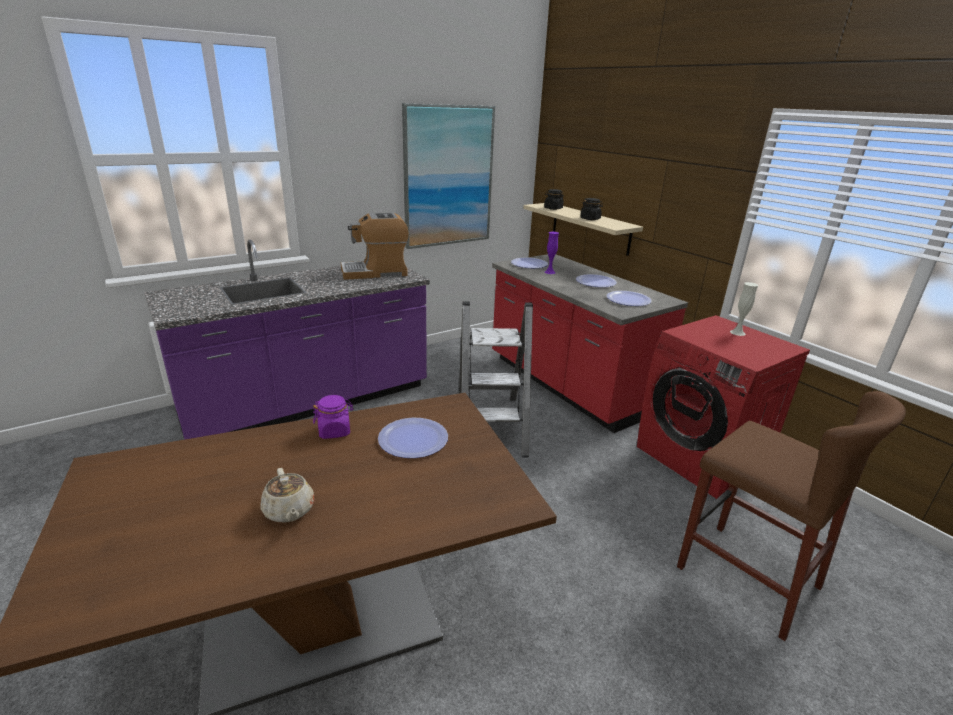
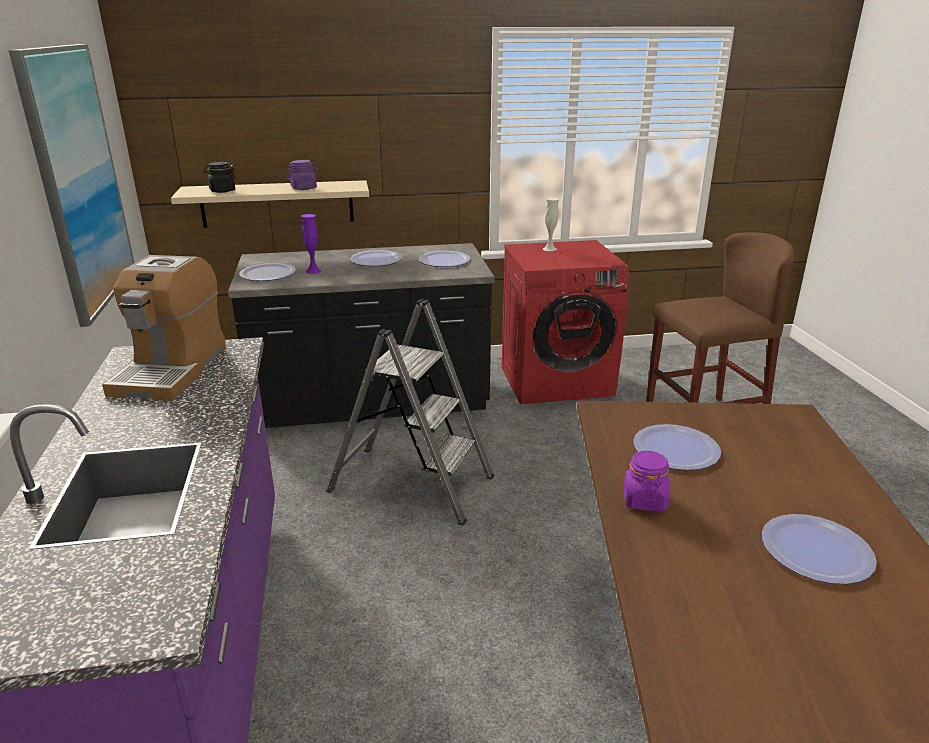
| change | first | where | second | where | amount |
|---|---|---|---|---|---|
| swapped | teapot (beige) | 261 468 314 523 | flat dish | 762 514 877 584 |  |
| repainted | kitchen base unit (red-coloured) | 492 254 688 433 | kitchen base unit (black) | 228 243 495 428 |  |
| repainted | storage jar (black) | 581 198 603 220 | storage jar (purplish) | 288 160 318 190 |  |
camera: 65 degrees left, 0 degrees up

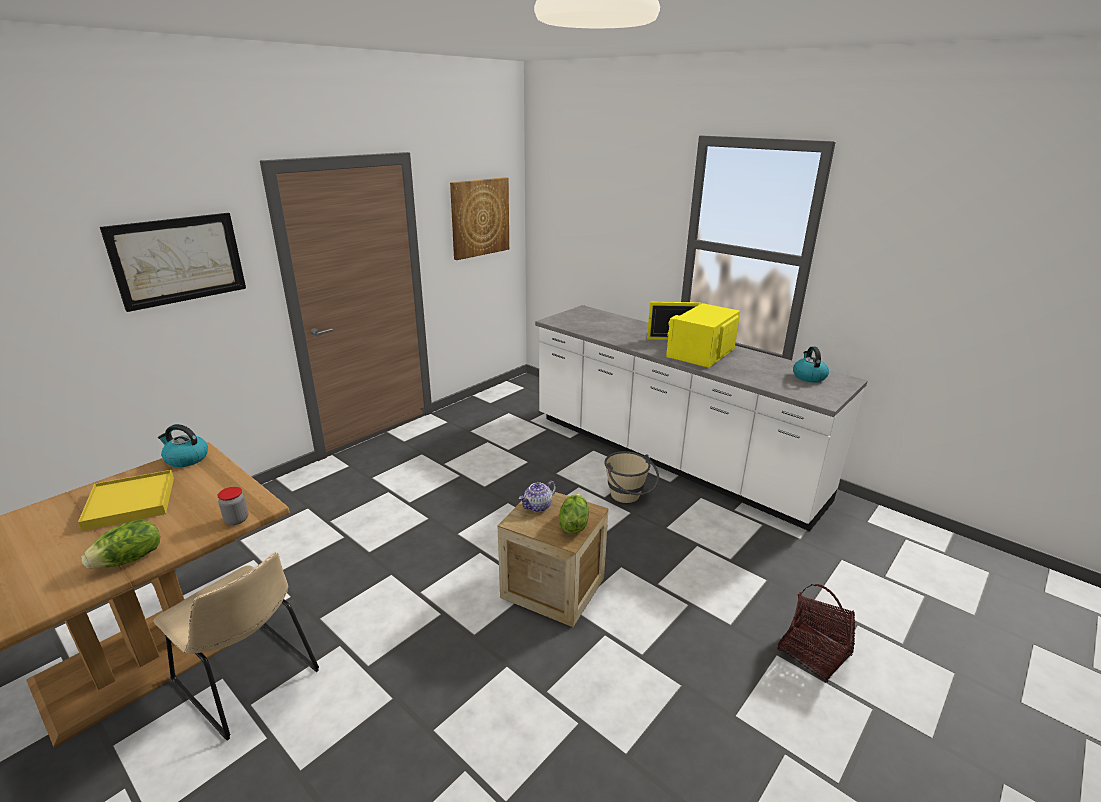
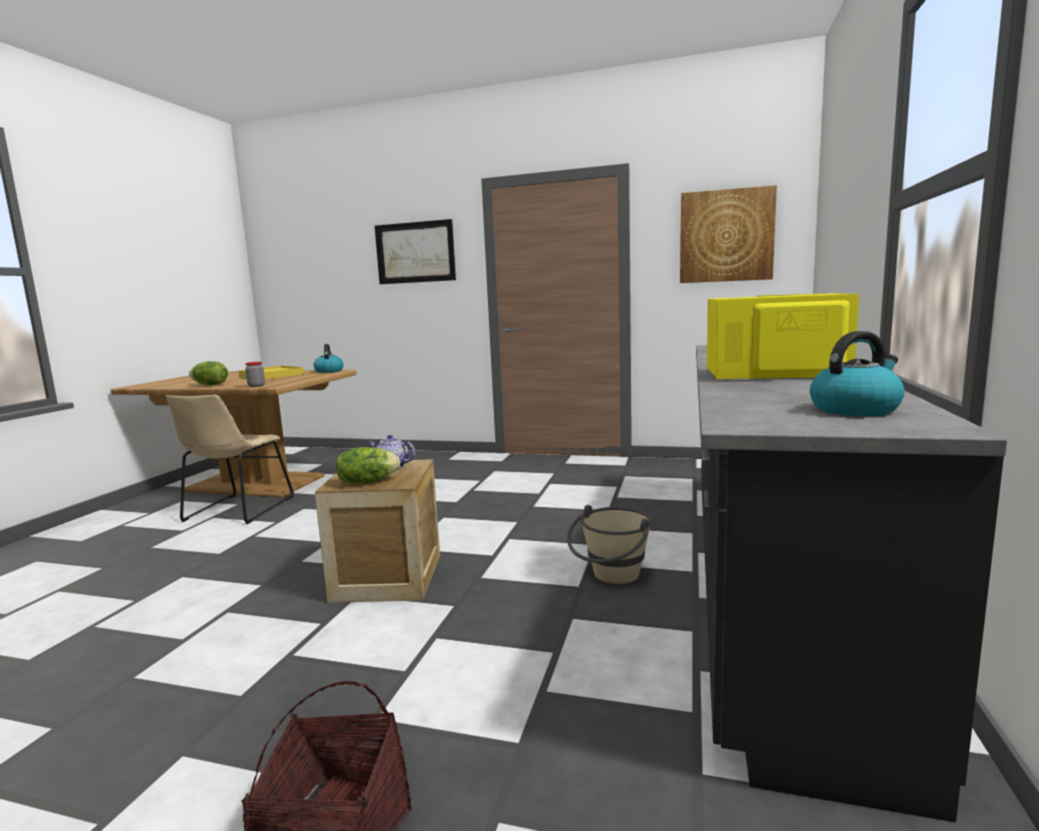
| change | first | where | second | where | amount |
|---|---|---|---|---|---|
| repainted | kitchen base unit (white) | 535 305 868 531 | kitchen base unit (black) | 696 345 1007 822 |  |
camera: 65 degrees right, 15 degrees down

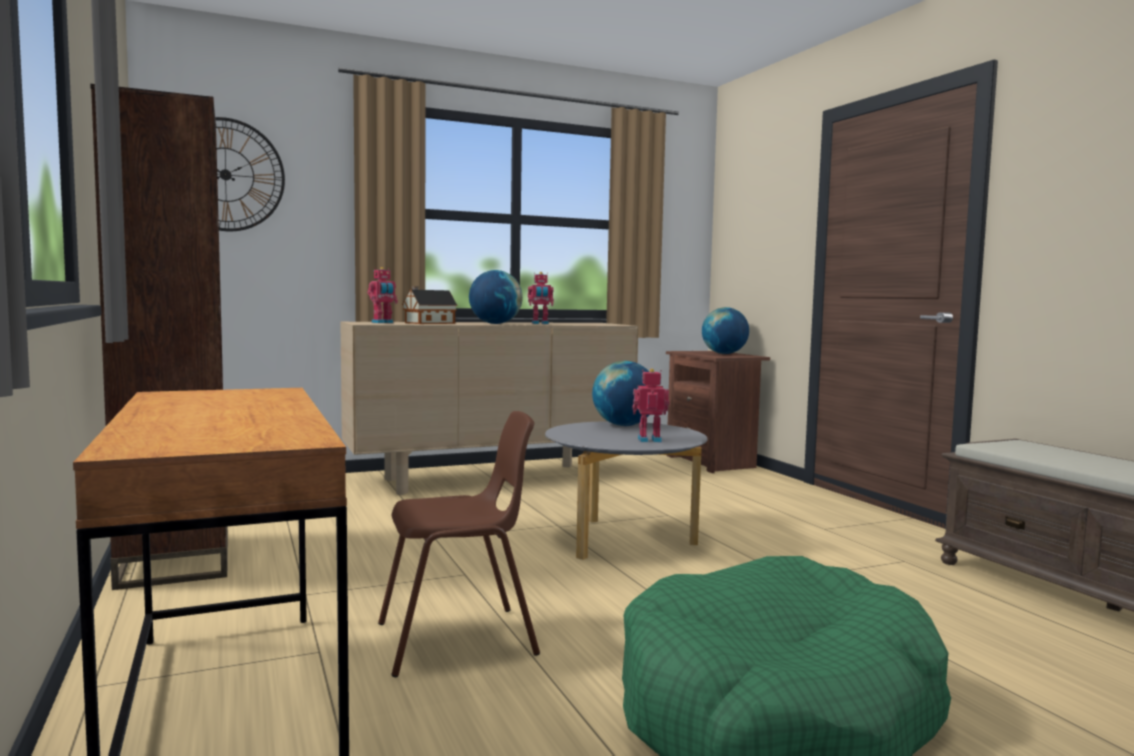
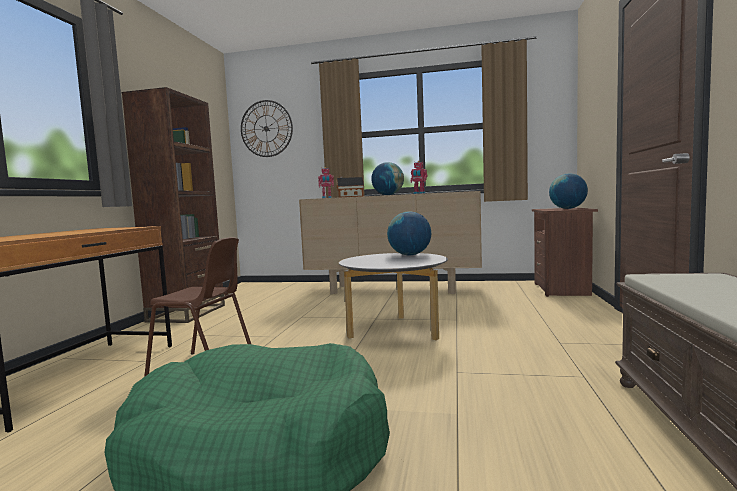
| change | first | where | second | where | amount |
|---|---|---|---|---|---|
| gone | model robot | 633 369 669 442 |  |  |  |
camera: 35 degrees right, 0 degrees up

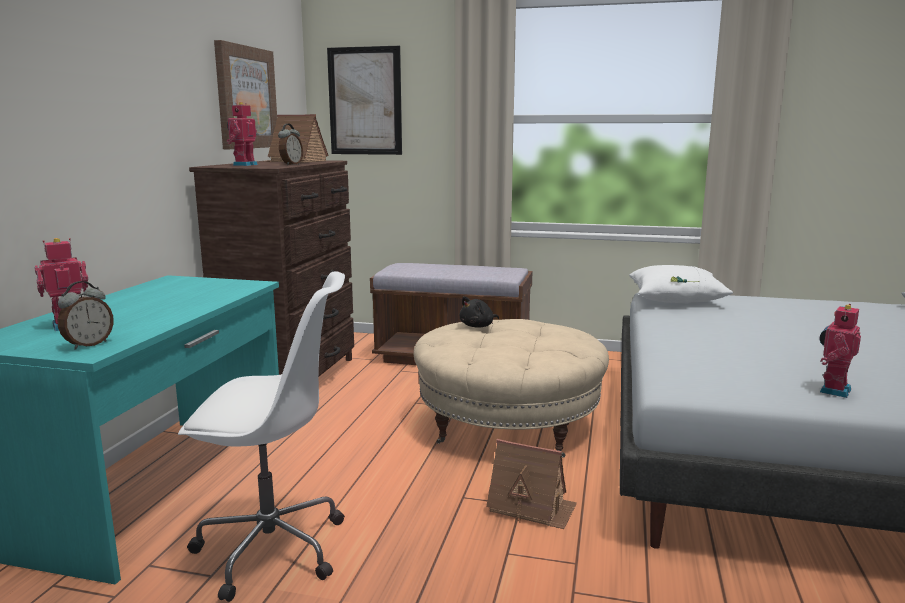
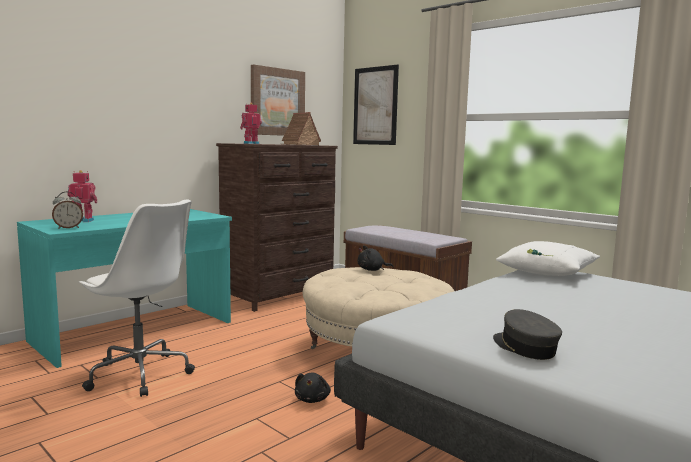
| change | first | where | second | where | amount |
|---|---|---|---|---|---|
| gone | alarm clock | 278 123 303 165 |  |  |  |
| swapped | toy house | 486 439 577 529 | soft toy (black) | 295 373 331 403 |  |
| swapped | model robot | 819 304 861 398 | baseball cap (greyish) | 493 309 562 360 |  |
camera: 30 degrees right, 5 degrees down

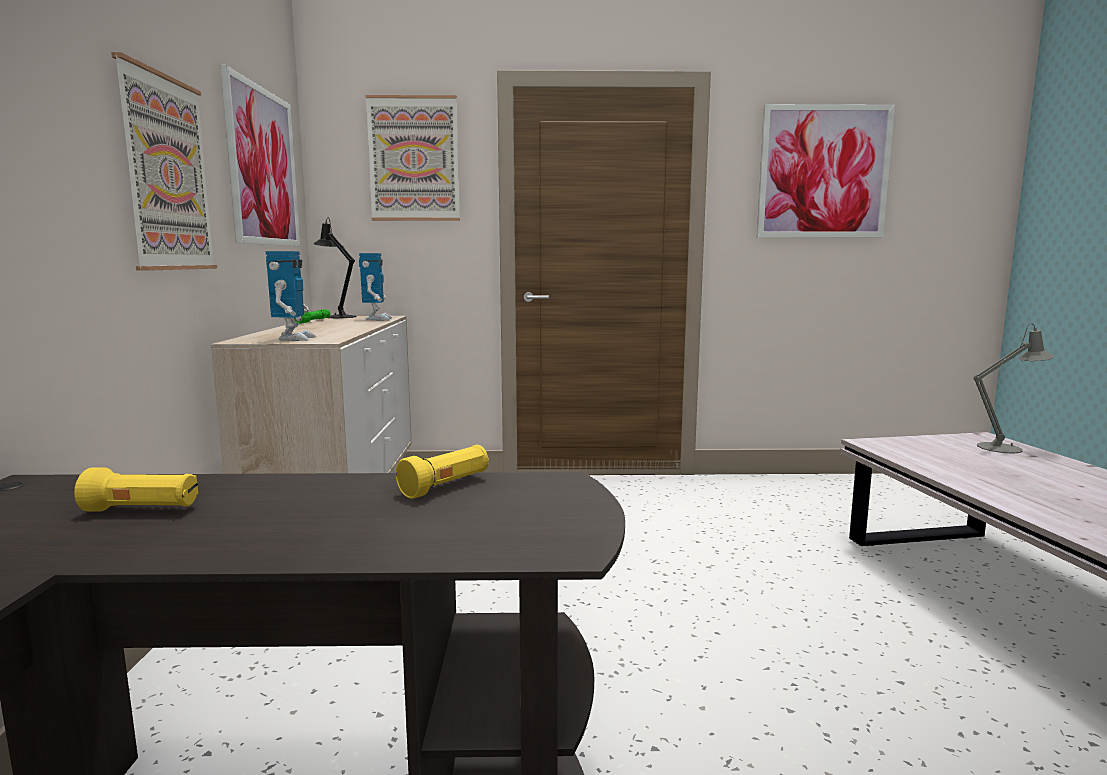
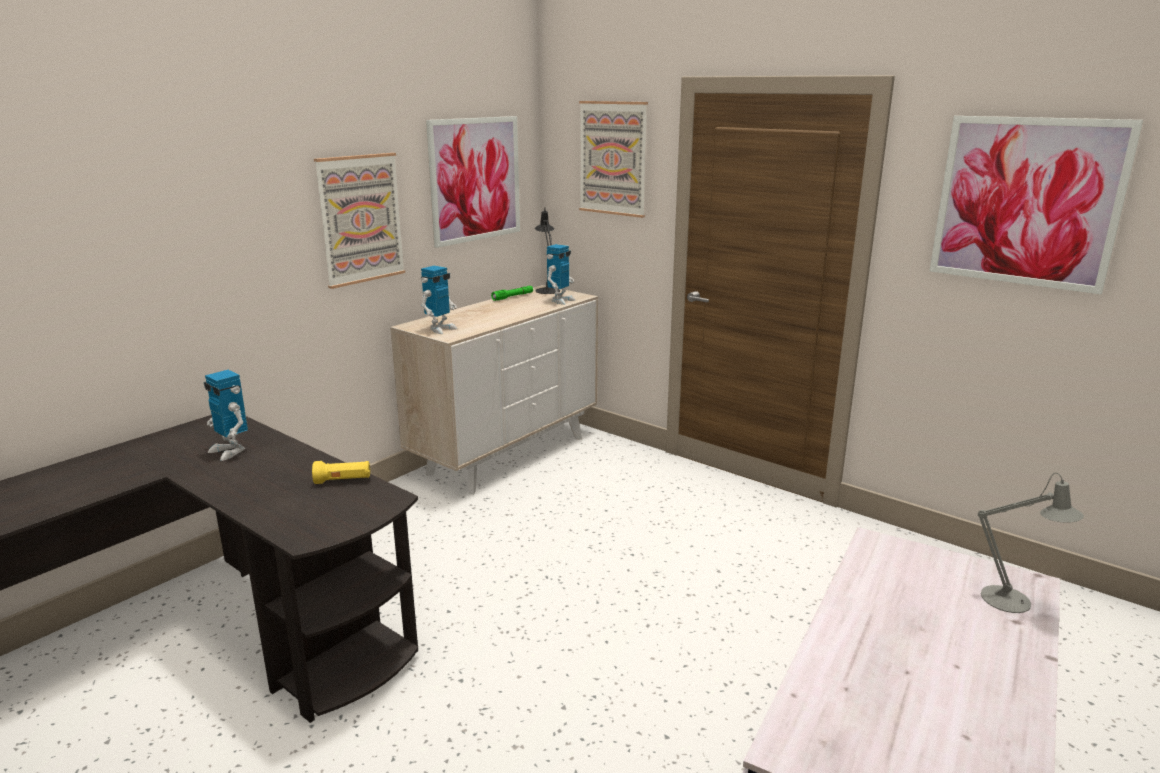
| change | first | where | second | where | amount |
|---|---|---|---|---|---|
| swapped | hand torch (yellow) | 74 468 198 512 | model robot | 204 370 248 461 |  |
camera: 40 degrees right, 10 degrees up

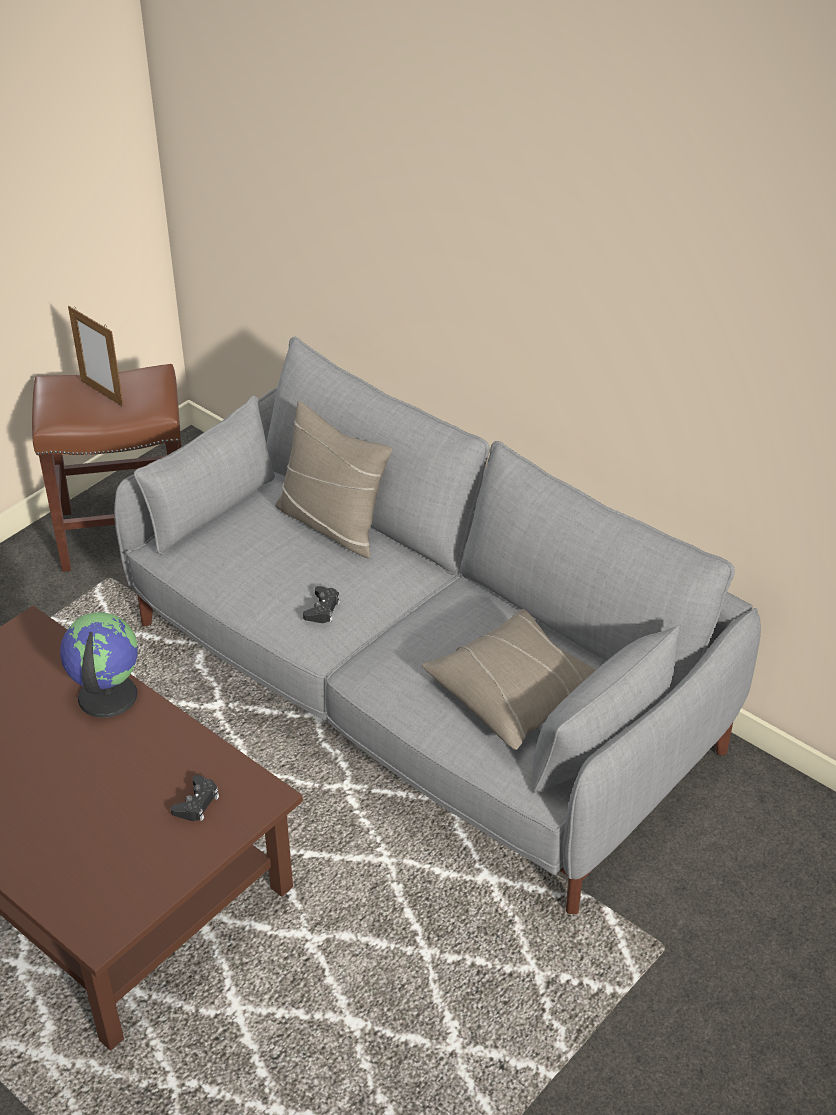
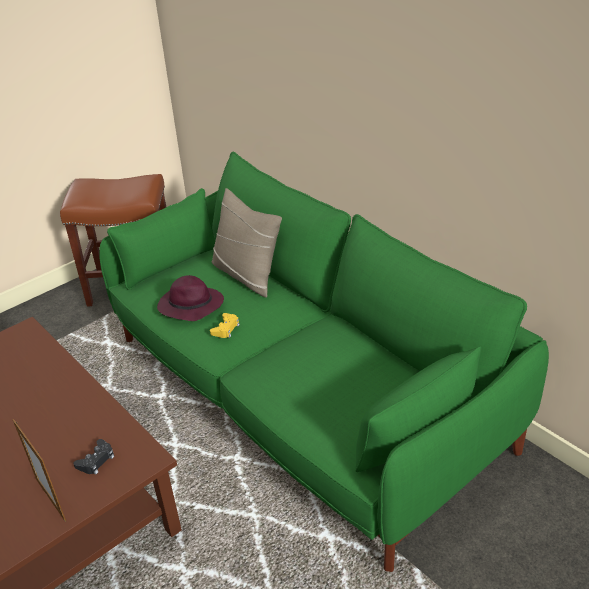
| change | first | where | second | where | amount |
|---|---|---|---|---|---|
| gone | desk globe | 60 612 138 718 |  |  |  |
| shifted | photo frame | 68 306 124 407 |  | 12 419 66 522 |  |
| repainted | settee (greyish) | 114 337 761 914 | settee (greenish) | 99 152 549 572 |  |
| repainted | gamepad (black) | 303 586 341 623 | gamepad (yellow) | 210 313 240 338 |  |
| gone | pillow (beige) | 422 609 596 750 |  |  |  |
| new |  |  | clothing hat (purplish) | 157 275 224 321 |  |
camera: 10 degrees right, 5 degrees down

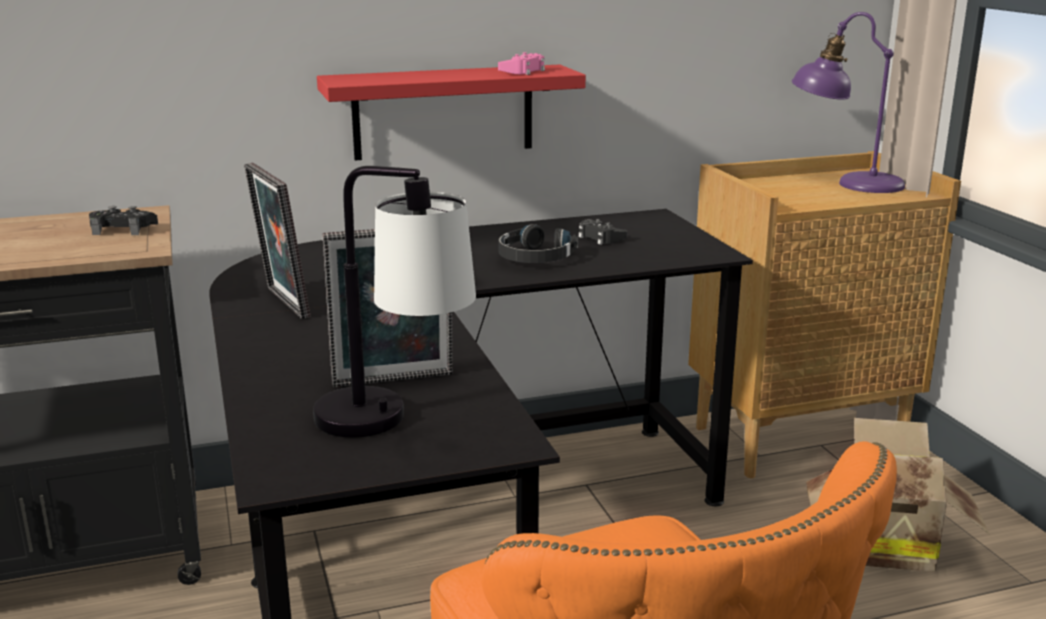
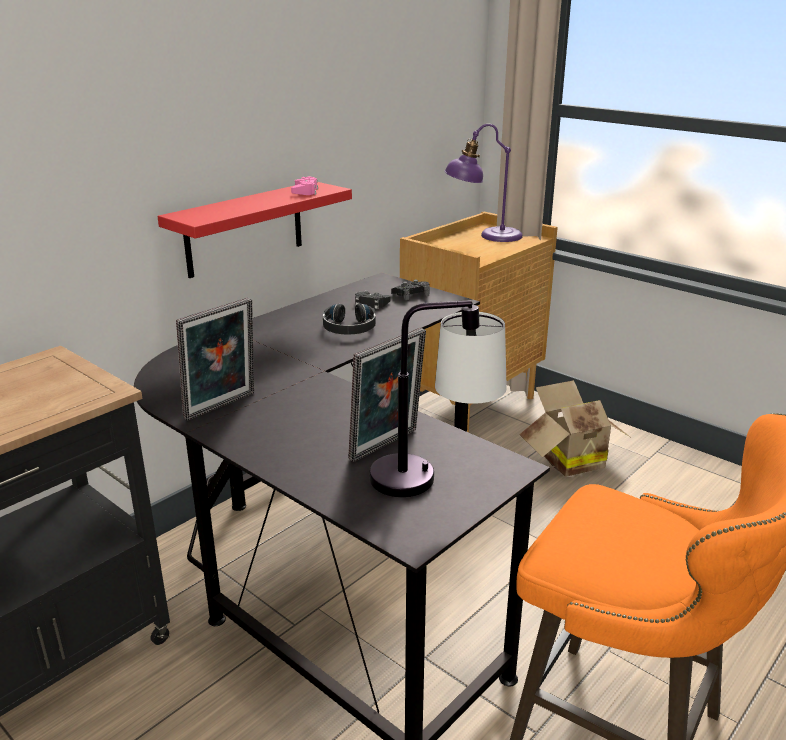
| change | first | where | second | where | amount |
|---|---|---|---|---|---|
| shifted | gamepad (black) | 89 206 158 235 |  | 391 280 430 301 |  |
| rotated | photo frame | 244 162 310 319 |  | 176 297 254 421 | 75 degrees counterclockwise |
camera: 30 degrees left, 5 degrees up

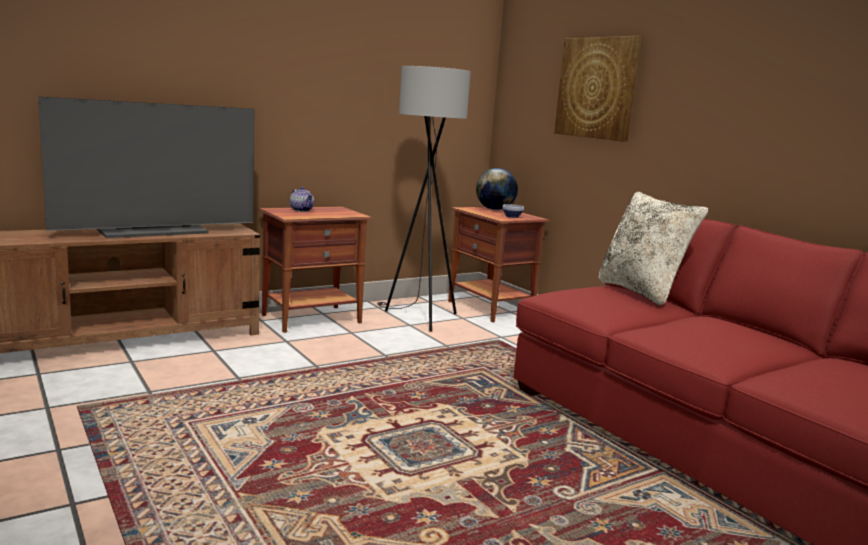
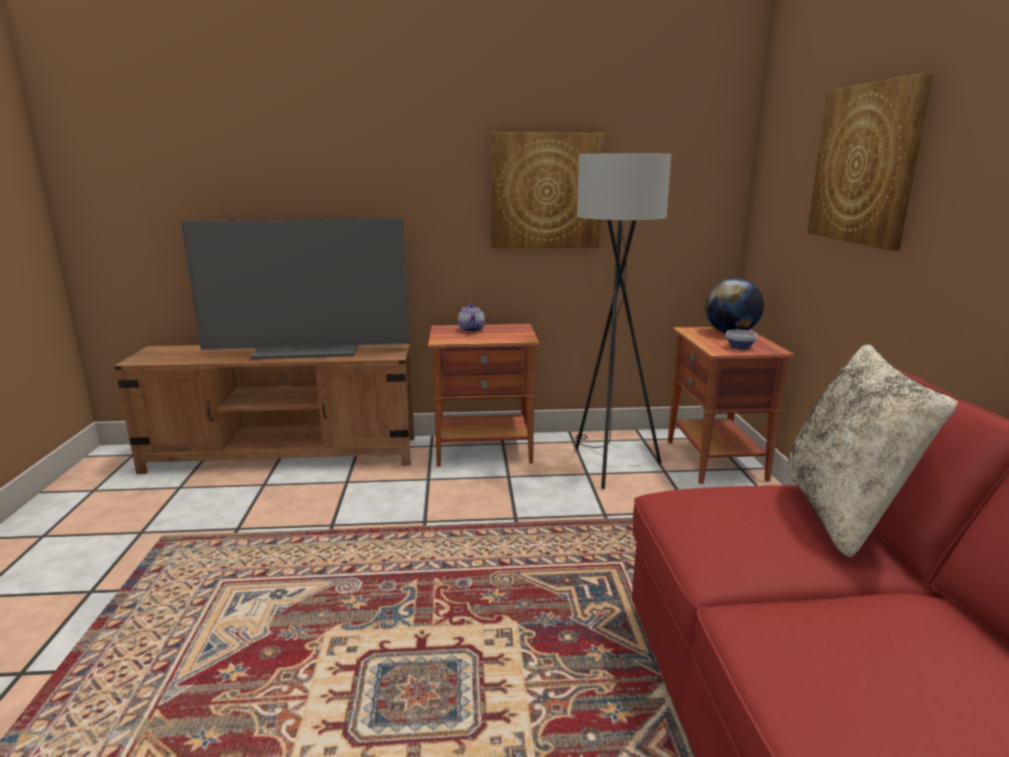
| change | first | where | second | where | amount |
|---|---|---|---|---|---|
| new |  |  | wall picture | 491 132 605 248 |  |
camera: 30 degrees right, 5 degrees up

